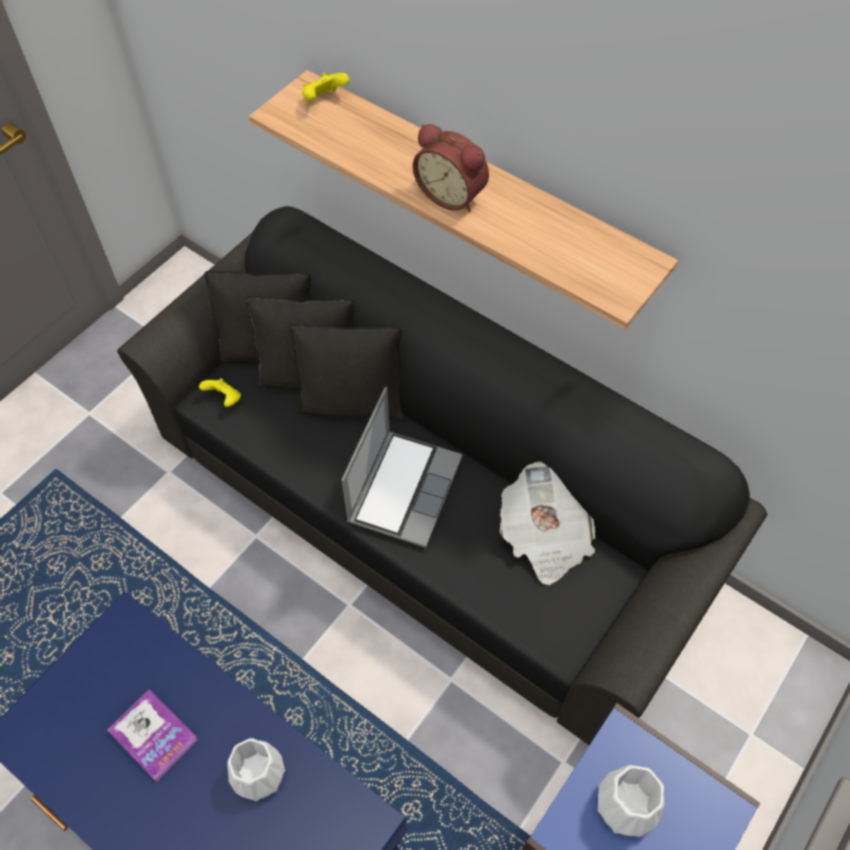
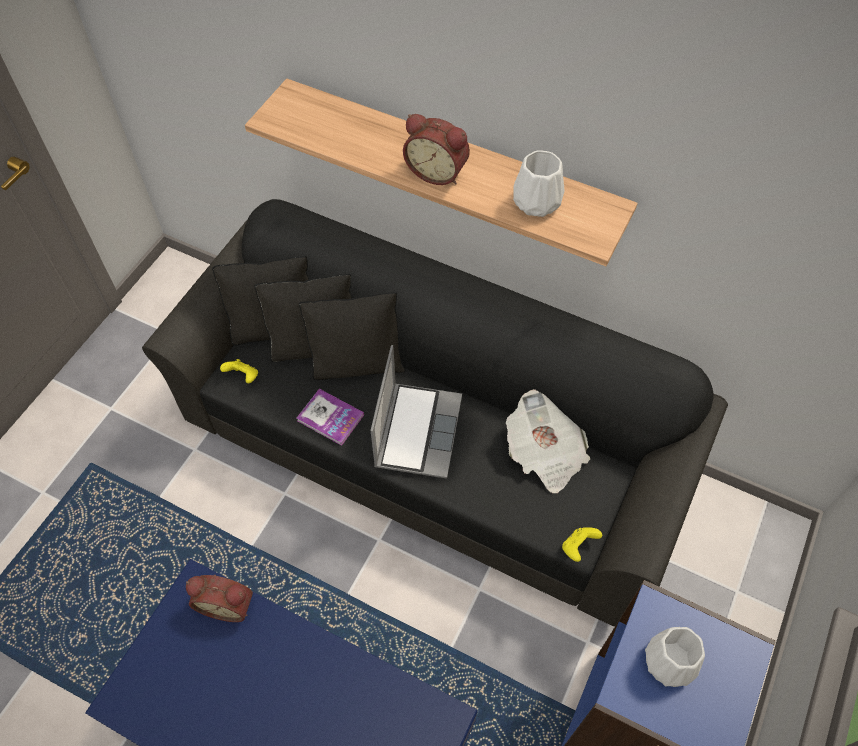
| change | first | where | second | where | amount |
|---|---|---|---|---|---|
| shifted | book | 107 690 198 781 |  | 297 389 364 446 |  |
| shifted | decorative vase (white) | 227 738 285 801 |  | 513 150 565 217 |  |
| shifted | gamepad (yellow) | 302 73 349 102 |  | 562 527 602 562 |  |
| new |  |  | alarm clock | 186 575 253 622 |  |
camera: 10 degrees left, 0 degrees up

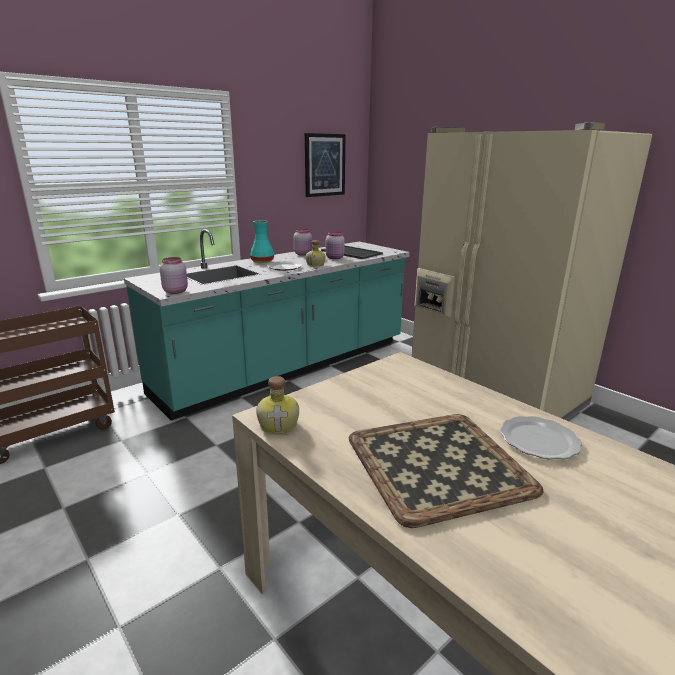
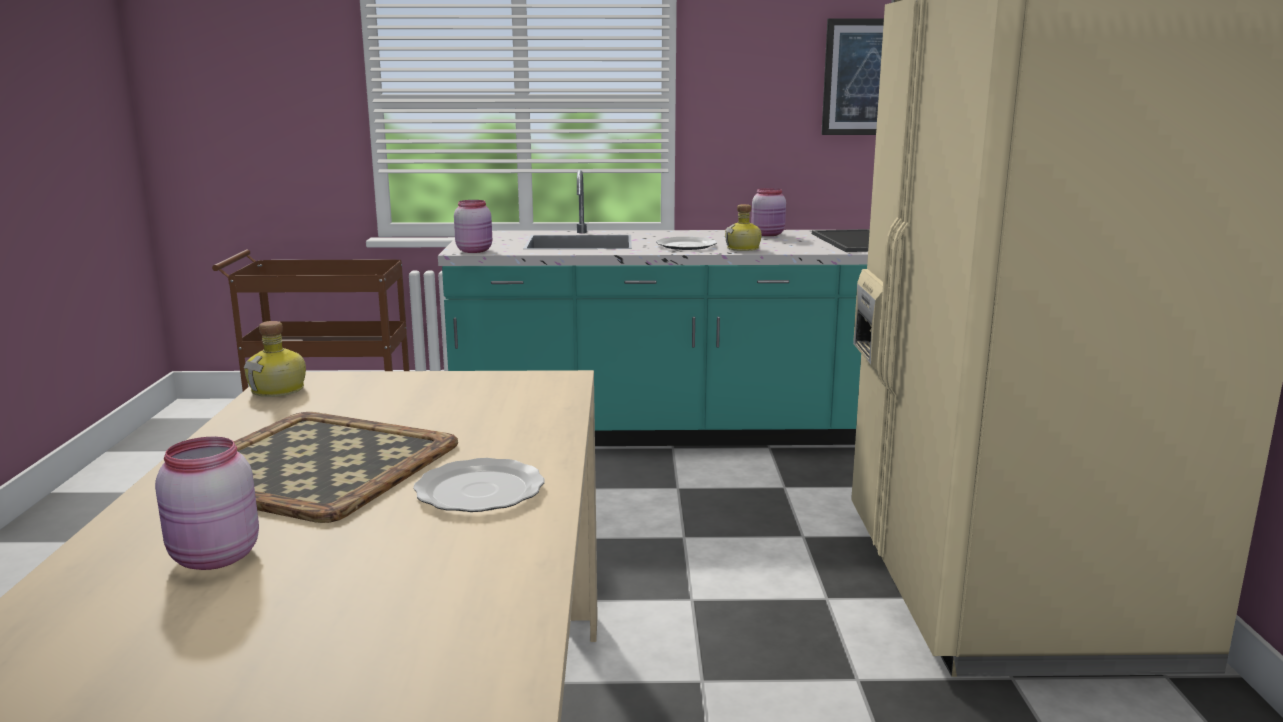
| change | first | where | second | where | amount |
|---|---|---|---|---|---|
| gone | decorative vase (blue-green) | 250 220 274 263 |  |  |  |
| shifted | storage jar (pinkish) | 326 232 345 259 |  | 155 437 259 570 |  |
camera: 40 degrees right, 5 degrees down

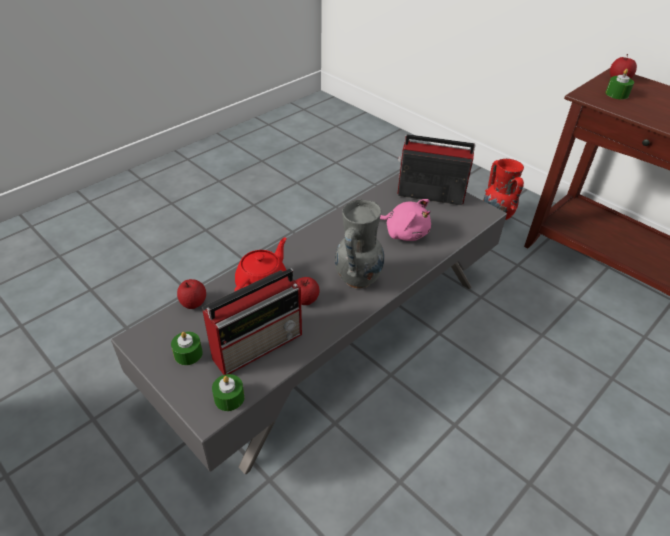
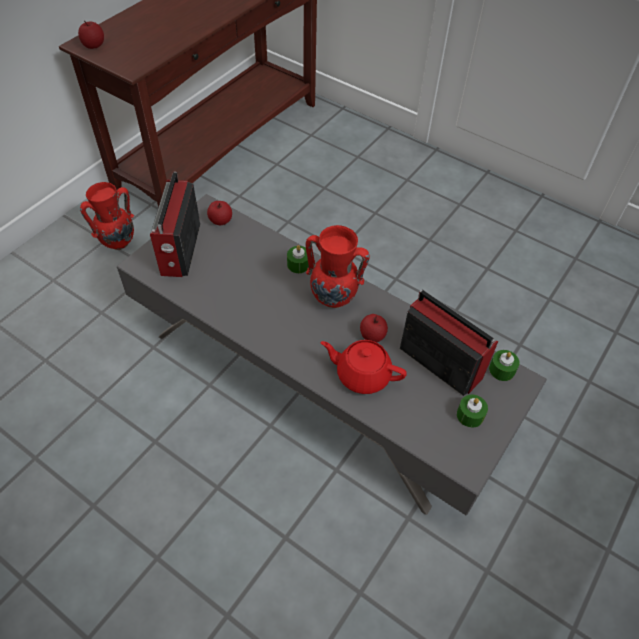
| change | first | where | second | where | amount |
|---|---|---|---|---|---|
| shifted | apple | 177 279 206 309 |  | 207 201 232 225 |  |
| repainted | decorative vase (greyish) | 335 200 384 289 | decorative vase (red-coloured) | 306 225 370 308 |  |
| gone | soft toy (pinkish) | 380 199 431 241 |  |  |  |
| shifted | candle (greenish) | 606 69 634 99 |  | 287 245 309 273 |  |
camera: 100 degrees left, 10 degrees up

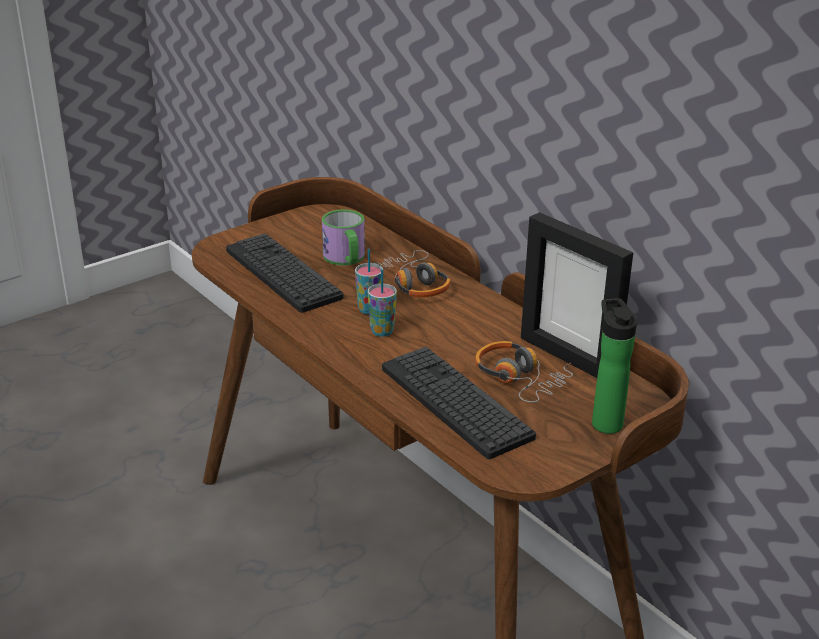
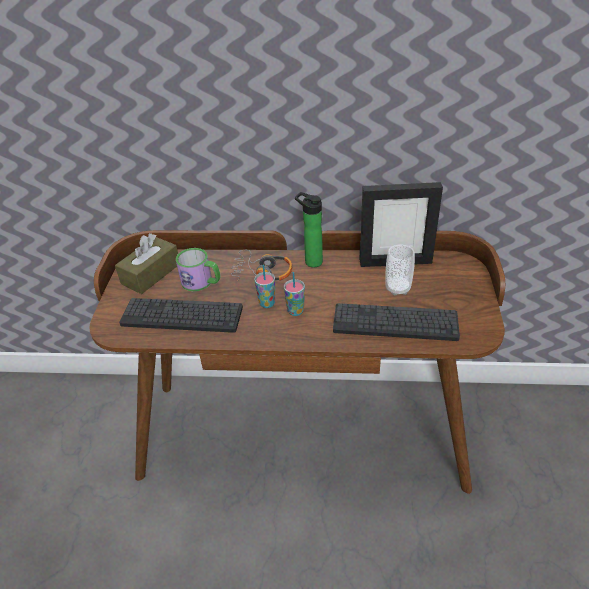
| change | first | where | second | where | amount |
|---|---|---|---|---|---|
| swapped | headset | 475 341 573 402 | cup | 385 245 415 295 |  |
| shifted | drink bottle | 592 298 637 434 |  | 295 192 323 267 |  |
| new |  |  | tissue holder (brown-coloured) | 115 233 178 294 |  |
camera: 45 degrees left, 10 degrees up

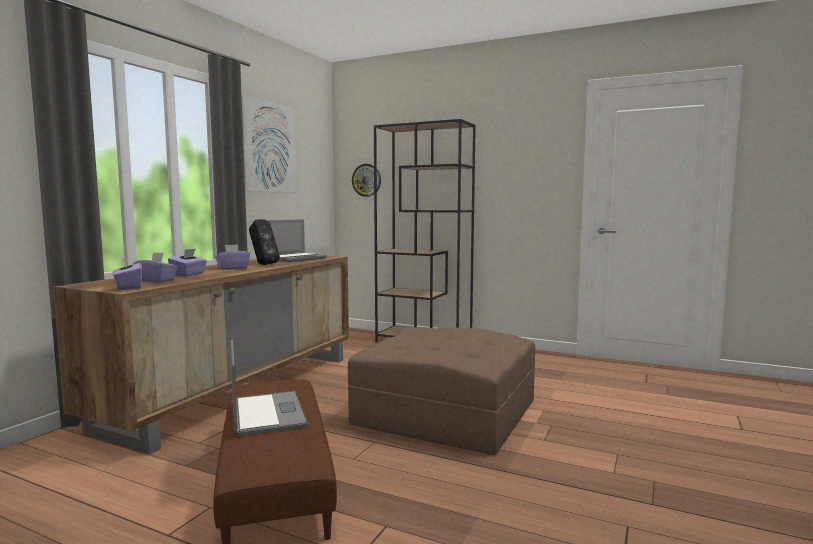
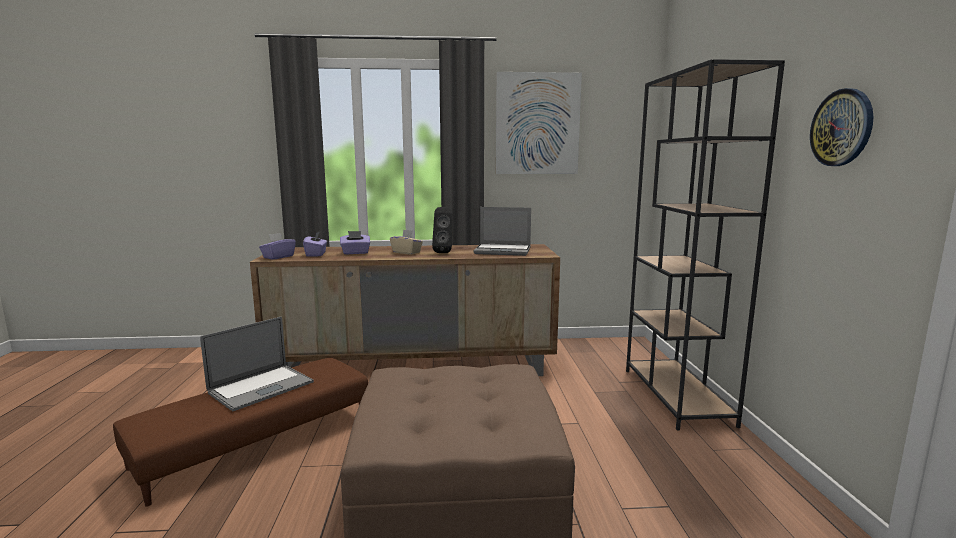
| change | first | where | second | where | amount |
|---|---|---|---|---|---|
| repainted | tissue holder (purplish) | 215 244 250 270 | tissue holder (beige) | 390 229 423 254 |  |
| shifted | hanging clock | 352 164 381 197 |  | 810 88 873 166 |  |
camera: 60 degrees right, 5 degrees up

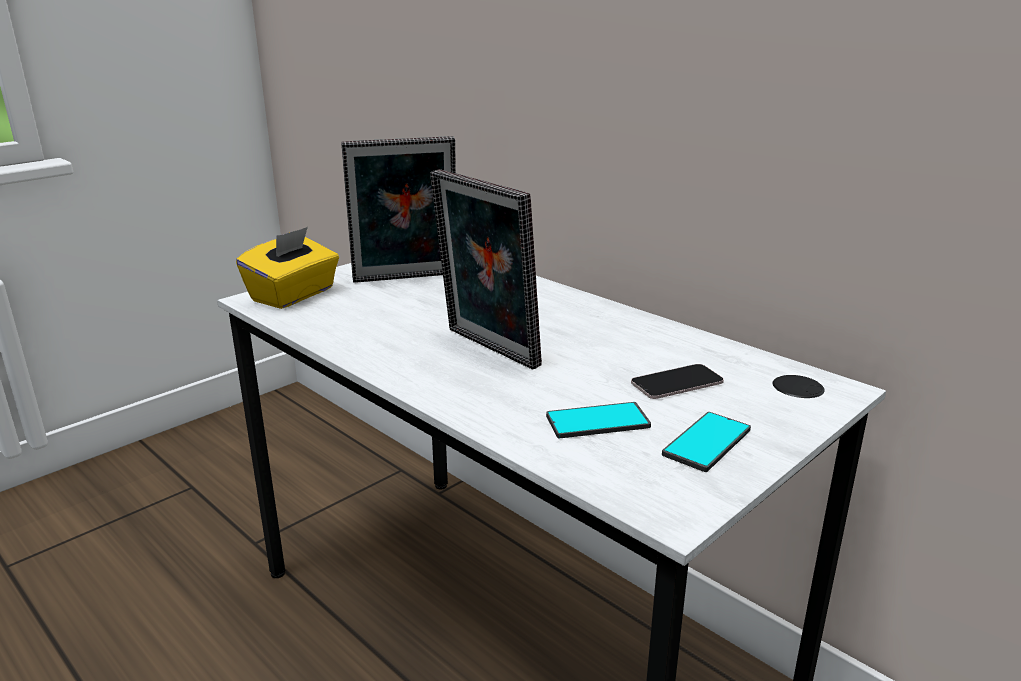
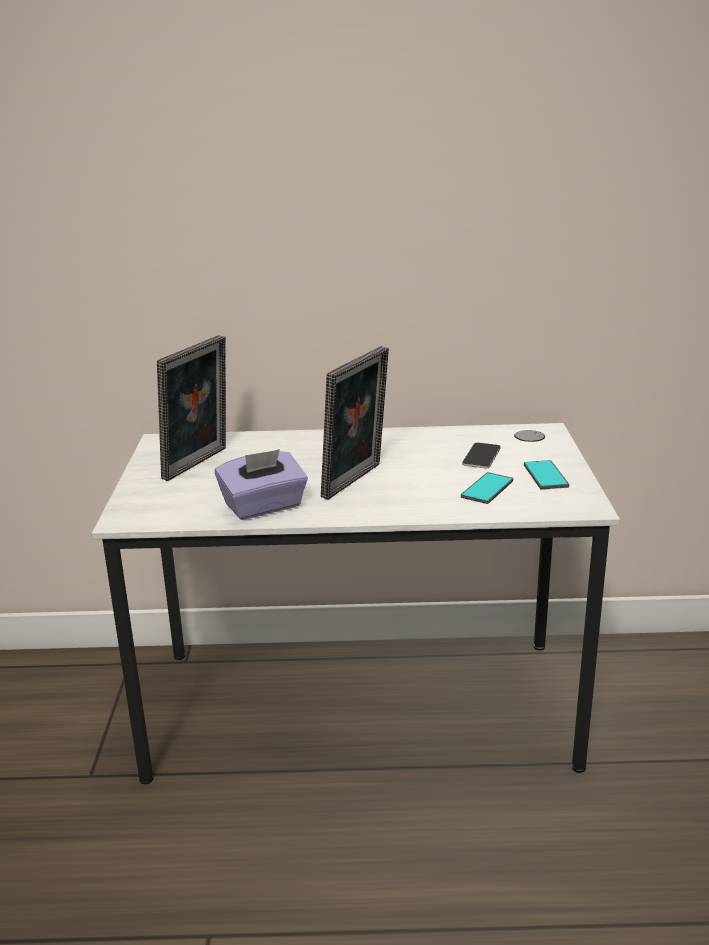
| change | first | where | second | where | amount |
|---|---|---|---|---|---|
| gone | tissue holder (yellow) | 236 227 339 309 |  |  |  |
| rotated | photo frame | 430 169 542 369 |  | 321 346 389 500 | 60 degrees counterclockwise |
| new |  |  | tissue holder (purplish) | 215 449 308 520 |  |
camera: 45 degrees left, 0 degrees up

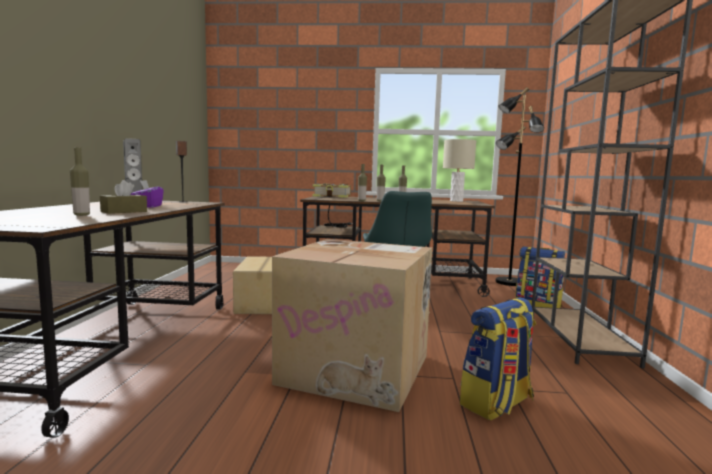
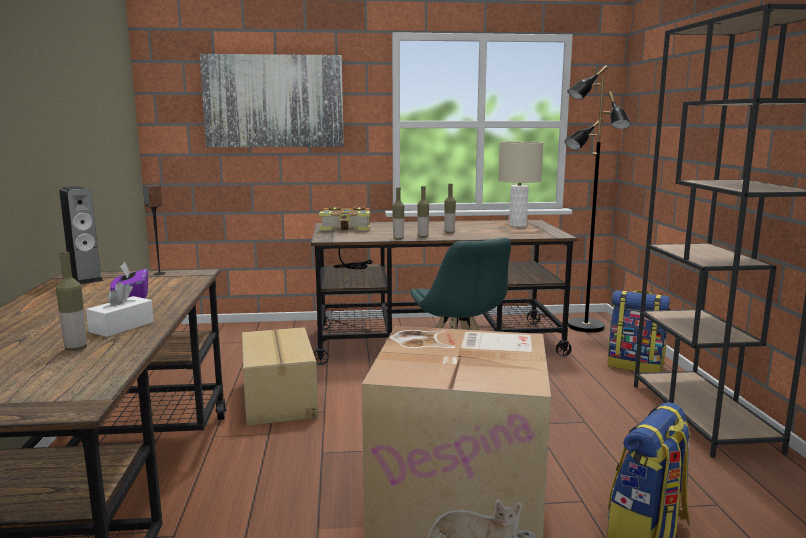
| change | first | where | second | where | amount |
|---|---|---|---|---|---|
| repainted | tissue holder (brown-coloured) | 100 180 147 214 | tissue holder (white) | 86 282 154 337 |  |
| new |  |  | wall picture | 200 54 344 147 |  |
camera: 10 degrees left, 5 degrees up

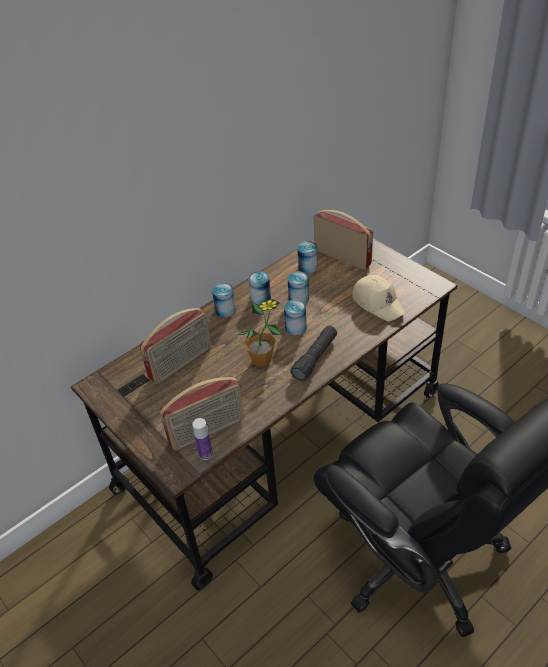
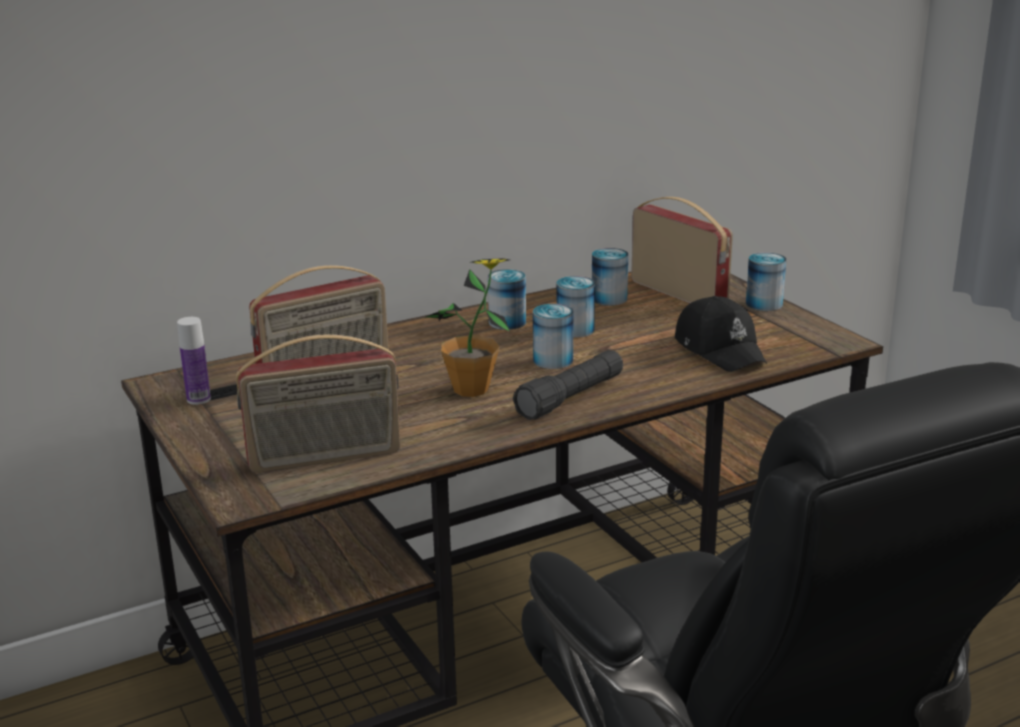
| change | first | where | second | where | amount |
|---|---|---|---|---|---|
| shifted | drink bottle | 192 418 213 460 |  | 177 317 211 405 |  |
| shifted | sealed can | 212 283 236 317 |  | 746 252 786 311 |  |
| repainted | baseball cap (beige) | 352 275 405 321 | baseball cap (black) | 675 296 767 372 |  |
camera: 10 degrees right, 20 degrees down

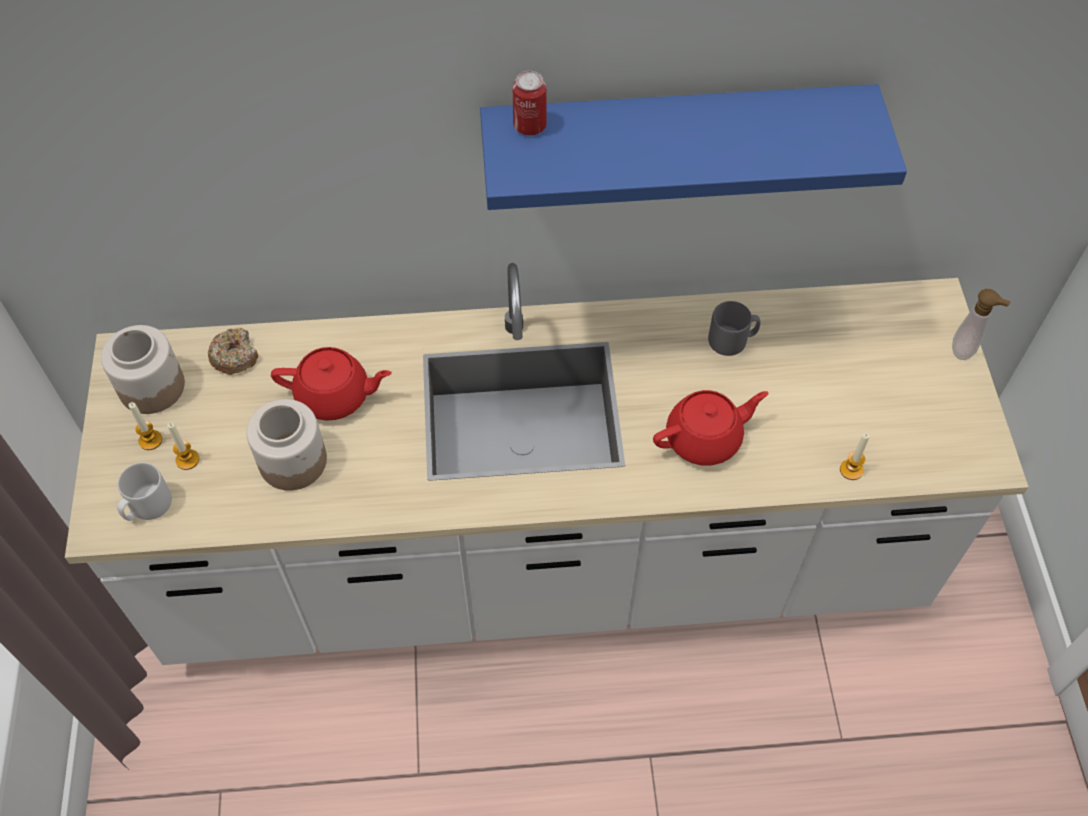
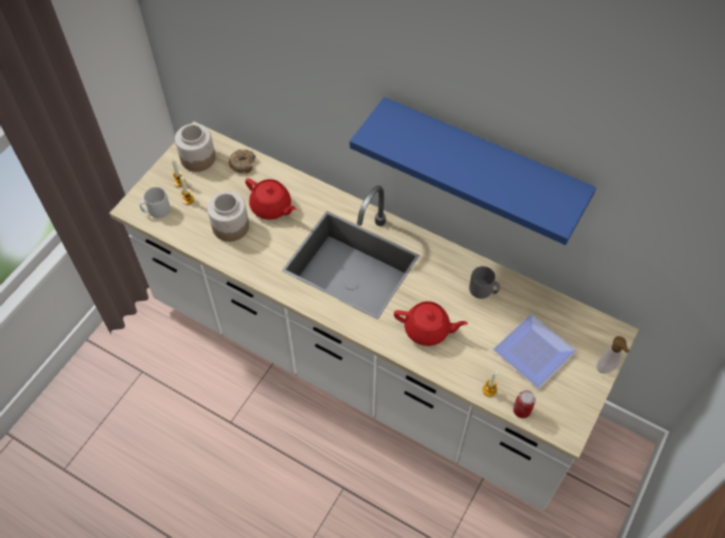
| change | first | where | second | where | amount |
|---|---|---|---|---|---|
| shifted | sealed can | 513 71 547 135 |  | 513 390 536 418 |  |
| new |  |  | flat dish | 493 314 577 388 |  |
camera: 35 degrees right, 0 degrees up

